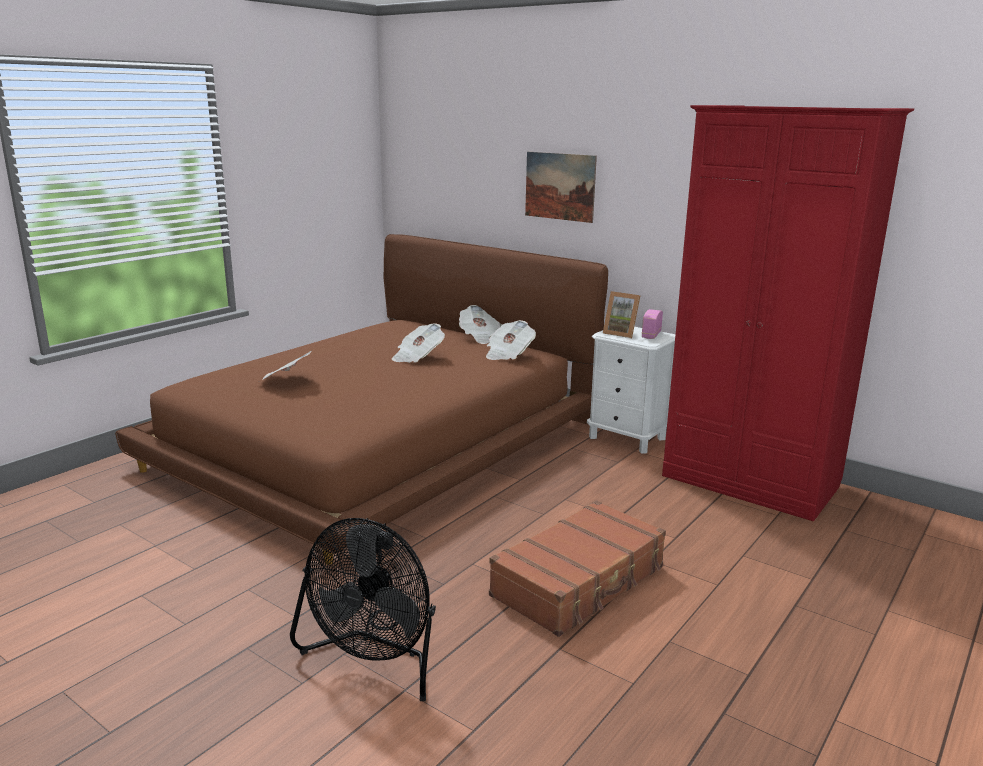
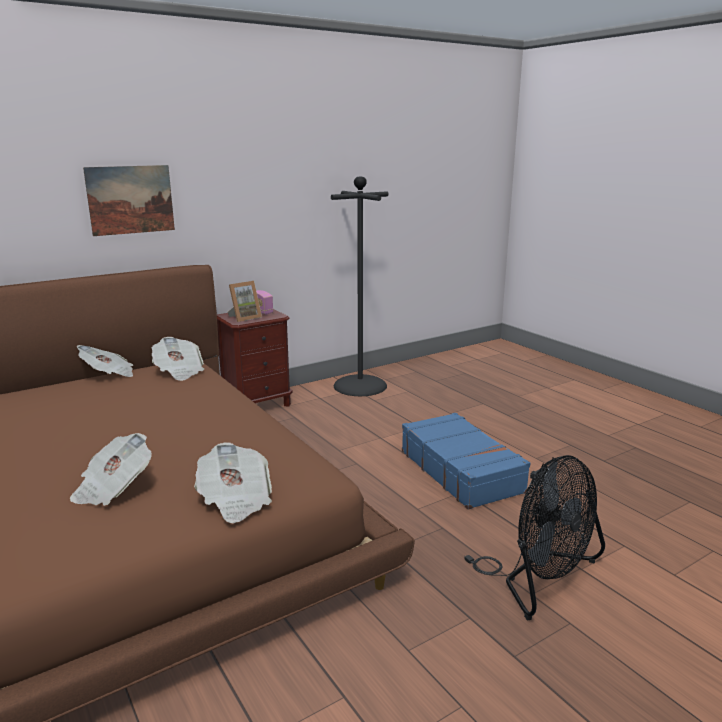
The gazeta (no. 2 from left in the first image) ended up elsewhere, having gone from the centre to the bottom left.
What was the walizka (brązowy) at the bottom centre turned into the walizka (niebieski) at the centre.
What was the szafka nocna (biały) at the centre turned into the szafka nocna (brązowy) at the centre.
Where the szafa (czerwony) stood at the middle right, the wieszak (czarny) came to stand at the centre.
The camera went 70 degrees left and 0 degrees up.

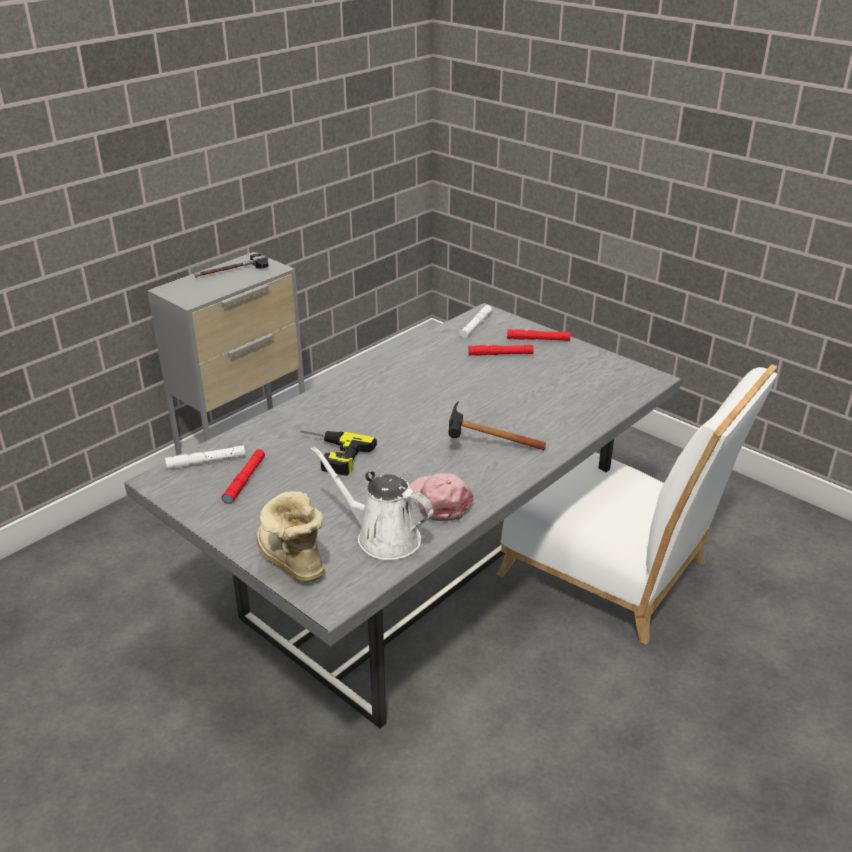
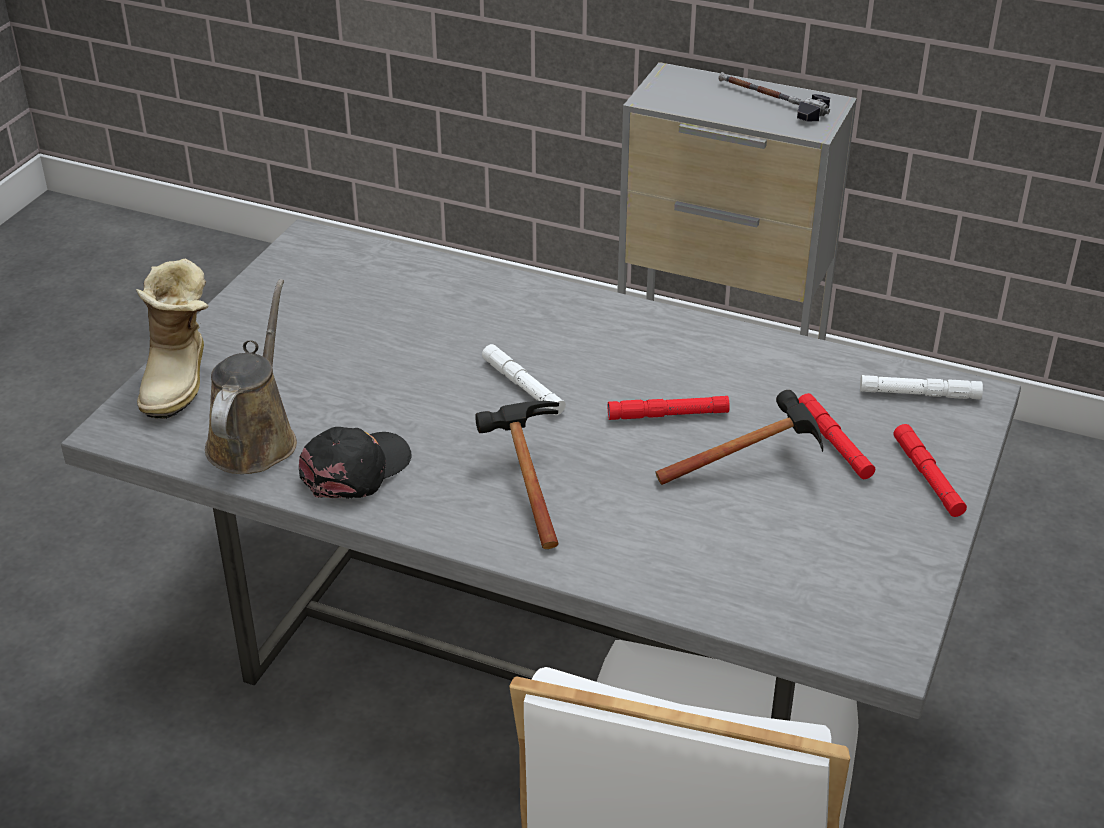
The latarka (biały) (no. 1 from left) ended up elsewhere, having gone from the middle left to the centre.
The latarka (czerwony) (no. 1 from left) ended up elsewhere, having gone from the middle left to the centre.
The but z cholewką at the centre ended up facing another way, 150 degrees clockwise from before.
The second view lost the wiertarka at the centre.
What was the konewka (biały) at the centre turned into the konewka (brązowy) at the middle left.
What was the czapka z daszkiem (różowy) at the centre turned into the czapka z daszkiem (czarny) at the middle left.
The second view gained the młotek (no. 2 from left) at the middle right.
The camera went 70 degrees right and 5 degrees up.

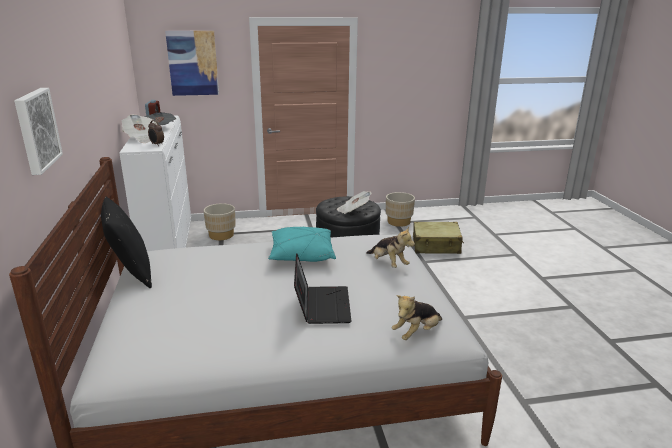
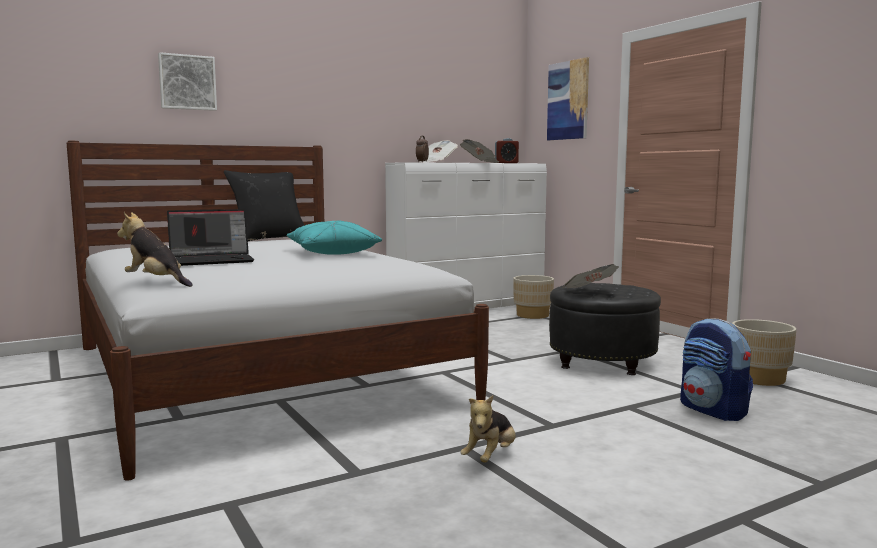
The pluszak (no. 1 from left in the first image) ended up elsewhere, having gone from the centre to the bottom centre.
Where the walizka (beżowy) stood at the centre, the plecak came to stand at the bottom right.
The camera went 70 degrees right and 15 degrees down.

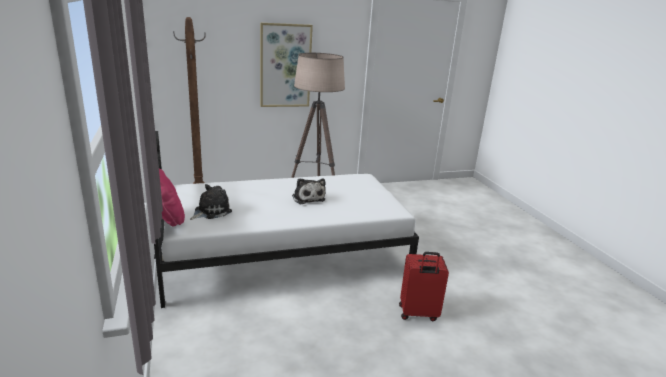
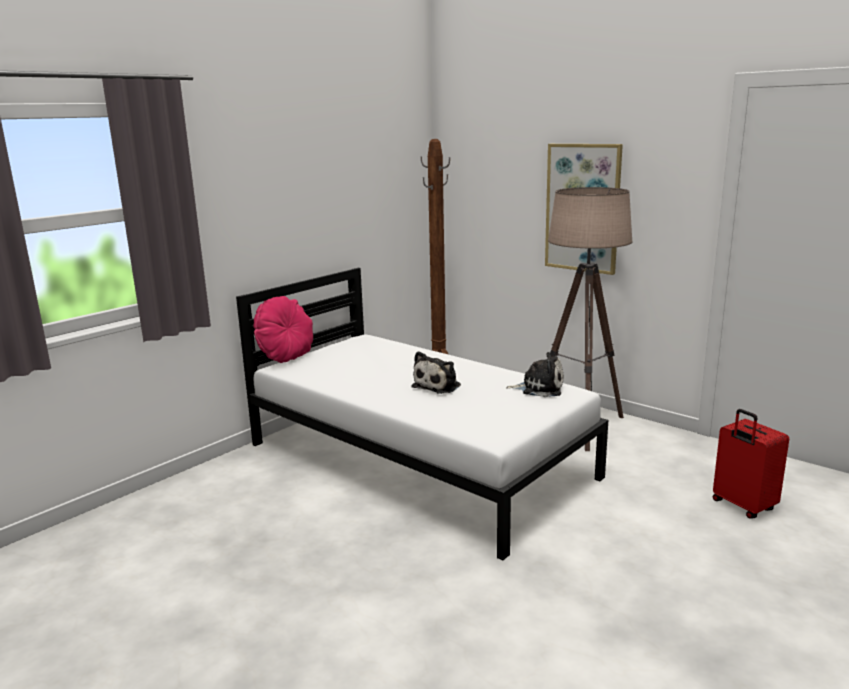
The pluszak (no. 1 from left in the first image) ended up elsewhere, having gone from the middle left to the centre.
The walizka (czerwony) ended up elsewhere, having gone from the bottom centre to the bottom right.
The camera went 60 degrees right and 5 degrees down.

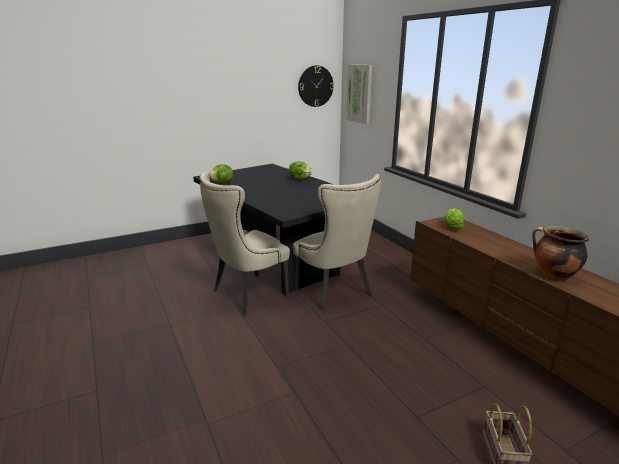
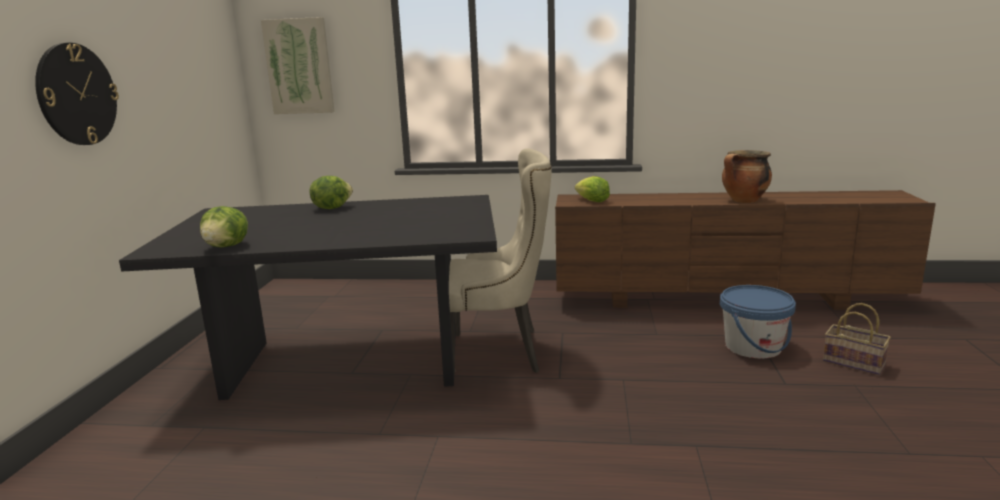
The second view lost the krzesło (beżowy) (no. 1 from left) at the centre.
The zegar ścienny ended up elsewhere, having gone from the top centre to the top left.
The second view gained the wiadro (niebieski) at the middle right.
The camera went 55 degrees left and 5 degrees down.

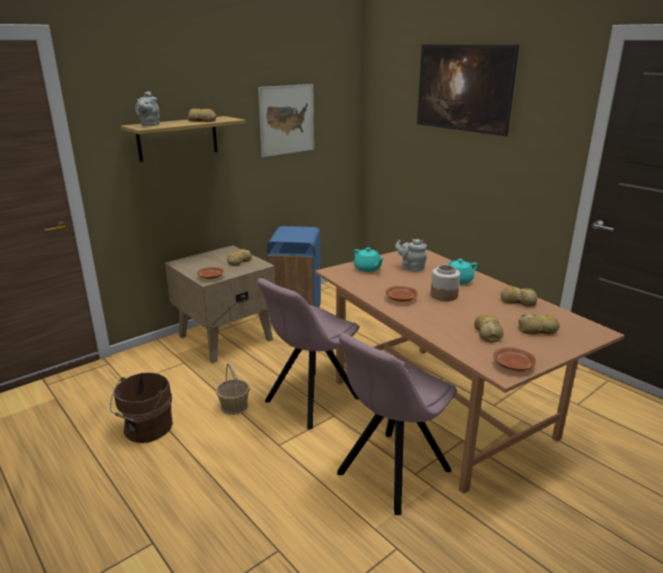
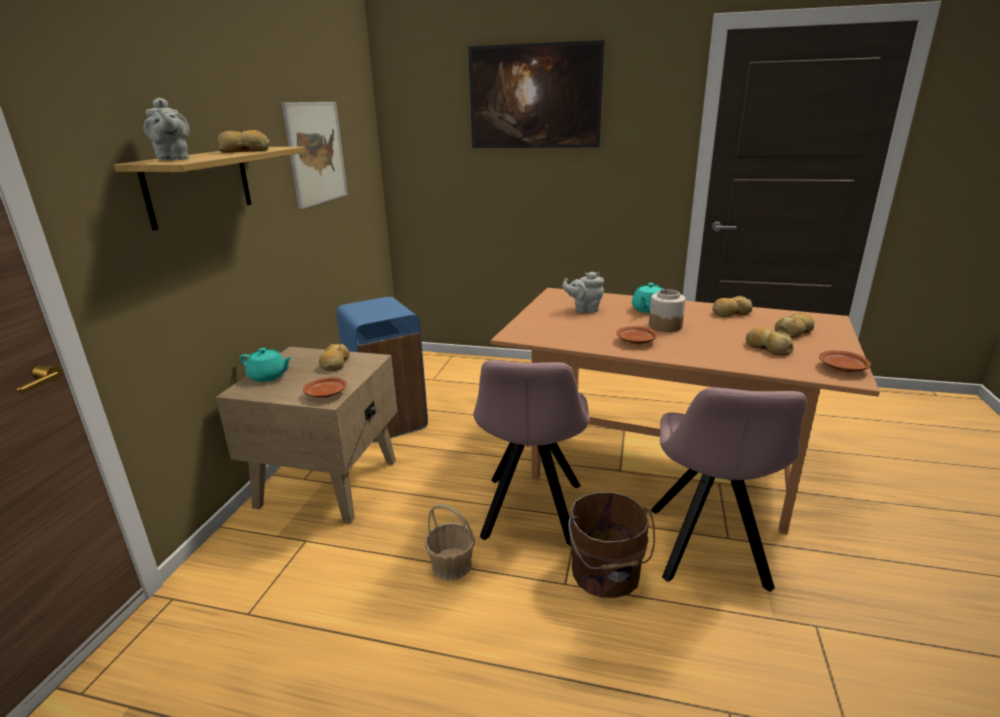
The wiadro (brązowy) ended up elsewhere, having gone from the bottom left to the bottom centre.
The imbryk (turkusowy) (no. 1 from left) ended up elsewhere, having gone from the centre to the middle left.
The camera went 35 degrees left and 0 degrees up.

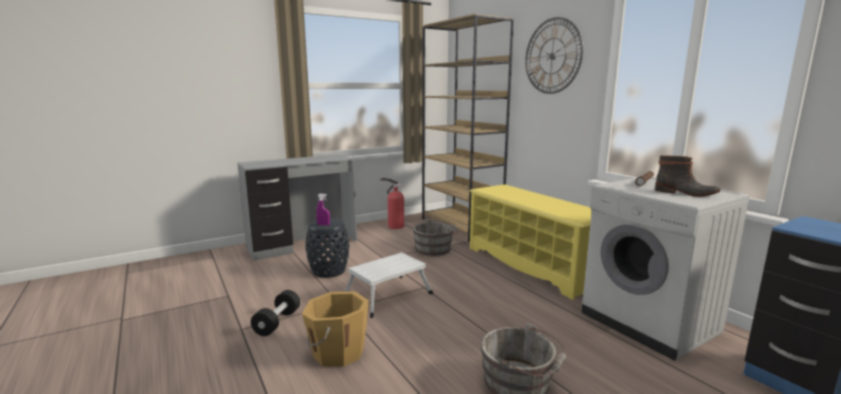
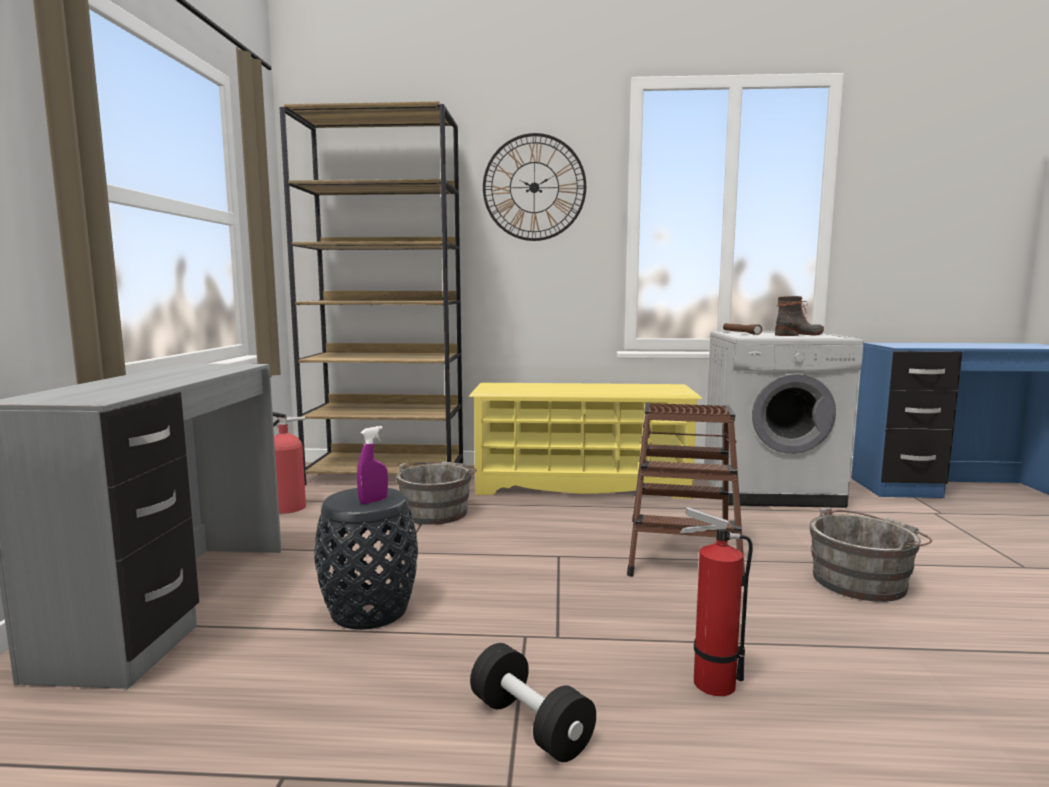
Where the wiadro (pomarańczowy) stood at the bottom centre, the gaśnica (no. 2 from left) came to stand at the bottom right.
The second view lost the drabinka (biały) at the bottom centre.
The second view gained the drabinka (brązowy) at the centre.
The camera went 55 degrees left and 5 degrees down.

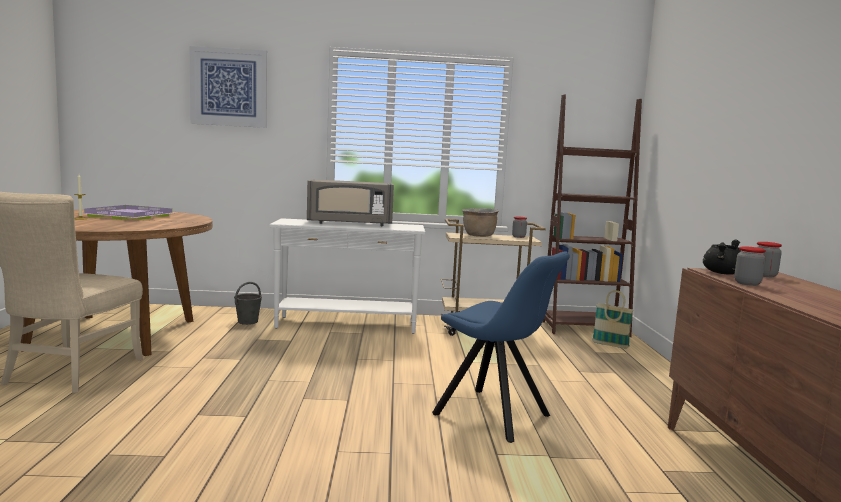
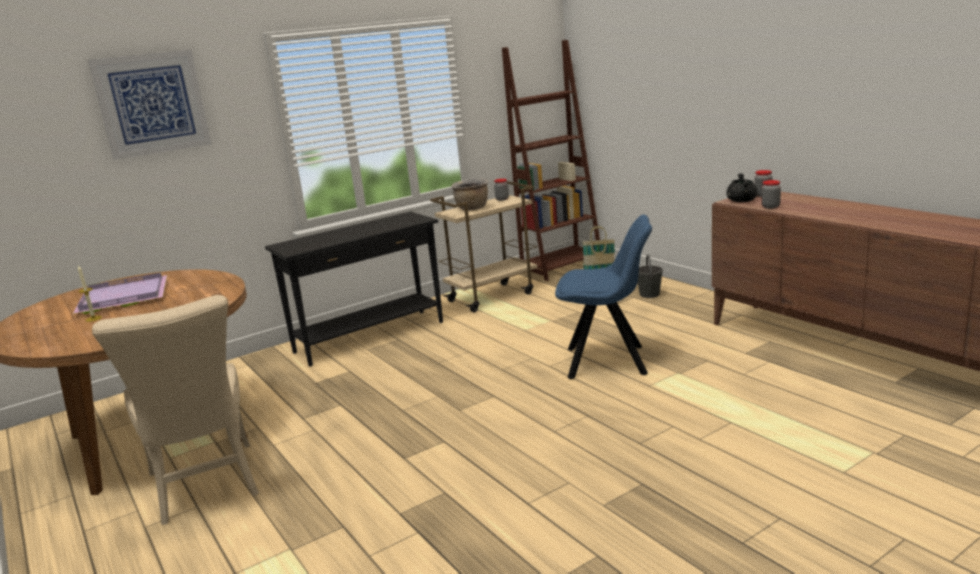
The wiadro (szary) ended up elsewhere, having gone from the middle left to the centre.
What was the stolik konsolowy (biały) at the centre turned into the stolik konsolowy (czarny) at the centre.
The second view lost the mikrofalówka (szary) at the centre.
The camera went 30 degrees left and 10 degrees up.

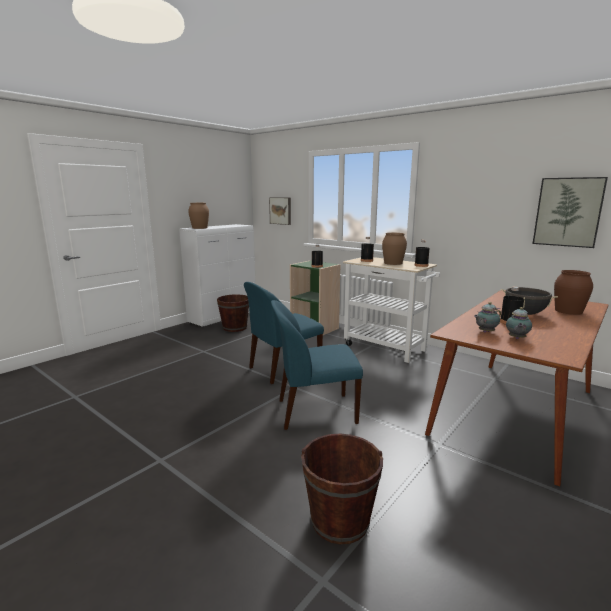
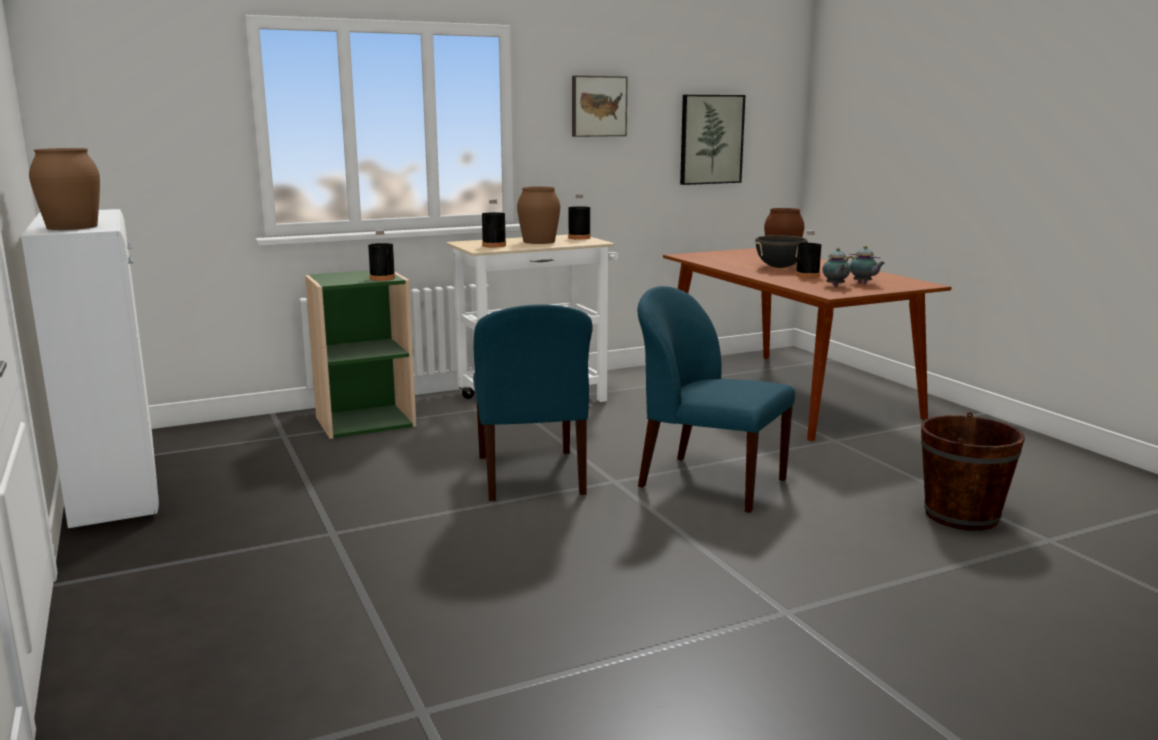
The second view lost the wiadro (brązowy) (no. 1 from left) at the centre.
The obraz (no. 1 from left) ended up elsewhere, having gone from the centre to the top centre.
The krzesło (niebieski) (no. 2 from left) at the centre ended up facing another way, 105 degrees clockwise from before.
The camera went 65 degrees left and 0 degrees up.

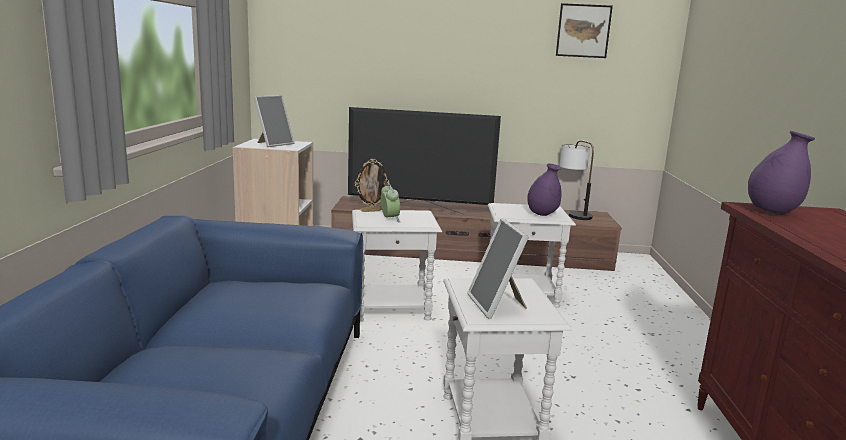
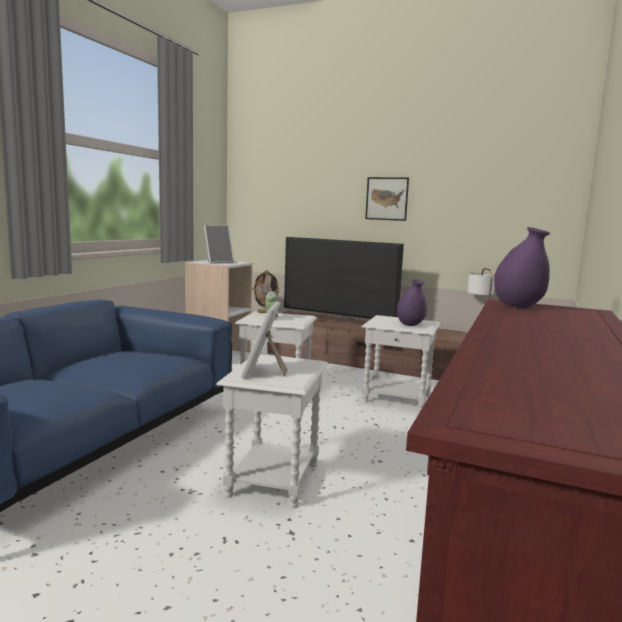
The obraz ended up elsewhere, having gone from the top right to the top centre.
The camera went 20 degrees right and 5 degrees down.

